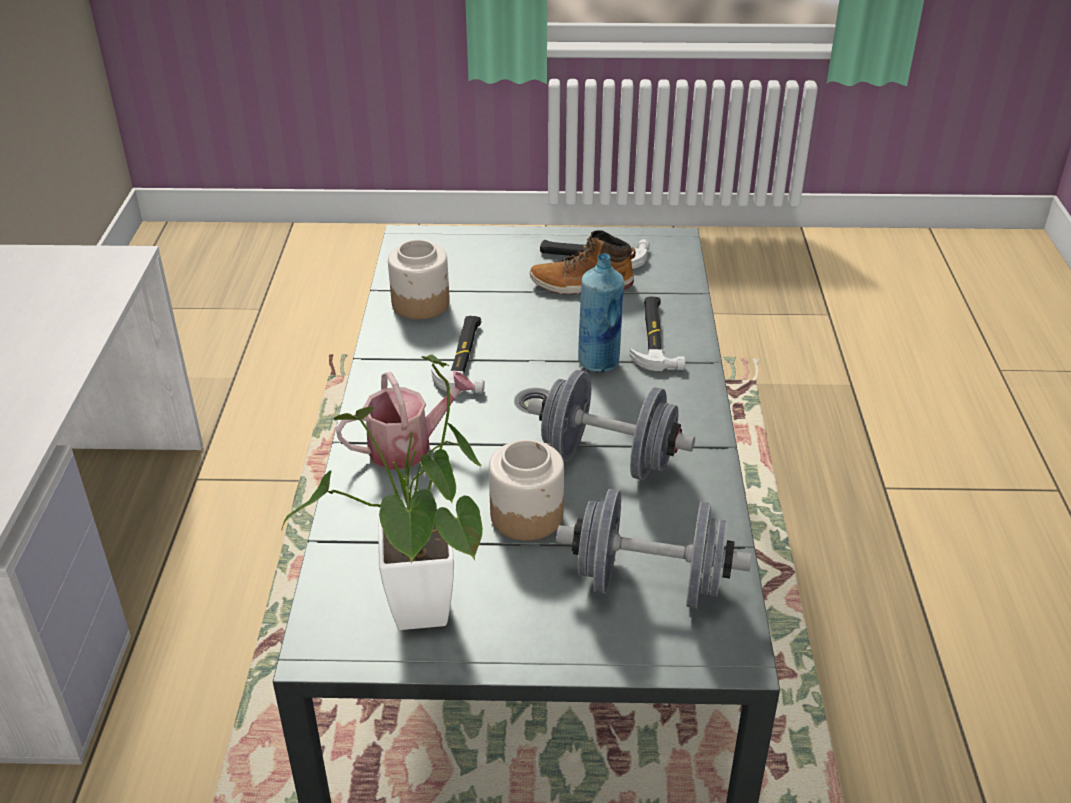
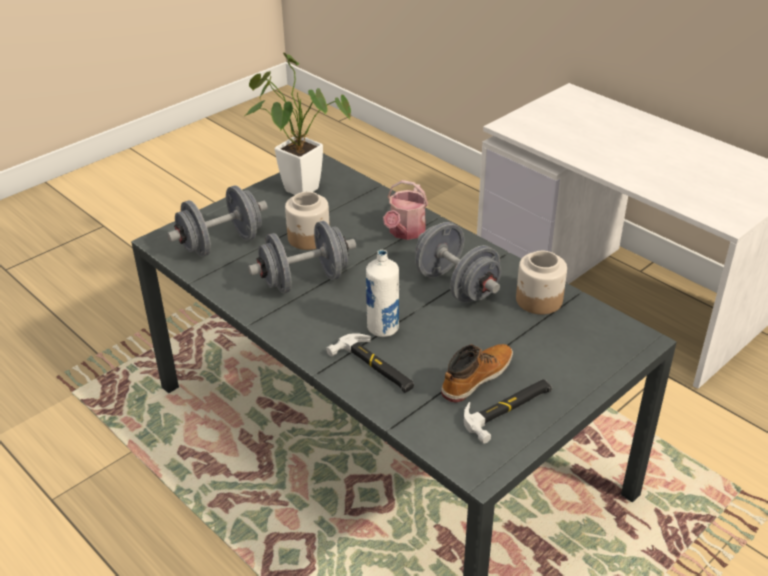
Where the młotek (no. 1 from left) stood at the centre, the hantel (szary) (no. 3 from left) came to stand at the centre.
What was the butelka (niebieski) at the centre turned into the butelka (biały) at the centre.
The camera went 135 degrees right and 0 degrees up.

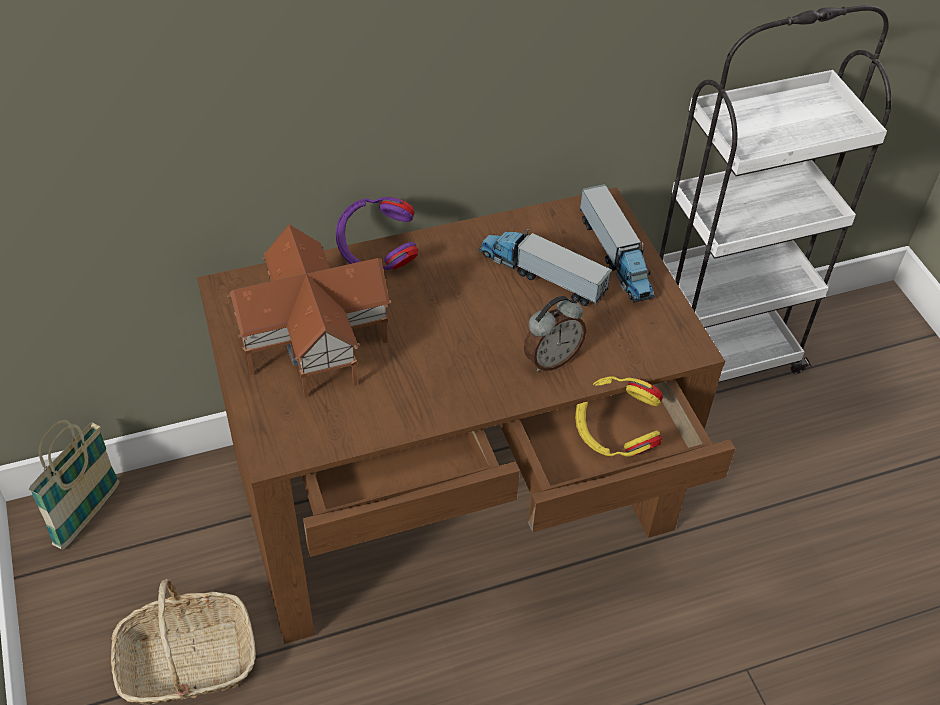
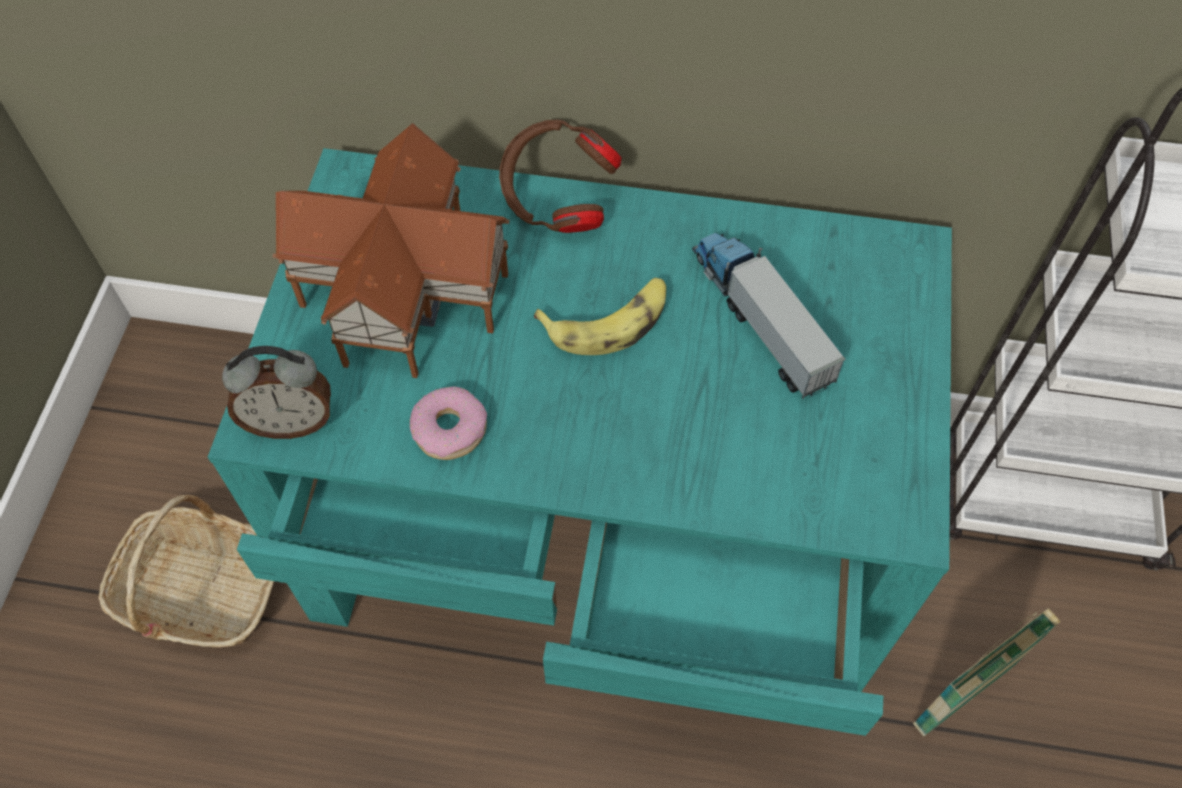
The koszyk (no. 1 from left in the first image) ended up elsewhere, having gone from the bottom left to the bottom right.
What was the biurko (brązowy) at the centre turned into the biurko (turkusowy) at the centre.
What was the słuchawki (fioletowy) at the top centre turned into the słuchawki (brązowy) at the top centre.
The budzik ended up elsewhere, having gone from the centre to the middle left.
The second view lost the słuchawki (żółty) at the centre.
The second view lost the ciężarówka zabawkowa (no. 2 from left) at the centre.
The second view gained the donut at the centre.
The second view gained the banan at the centre.
The camera went 30 degrees right and 10 degrees up.

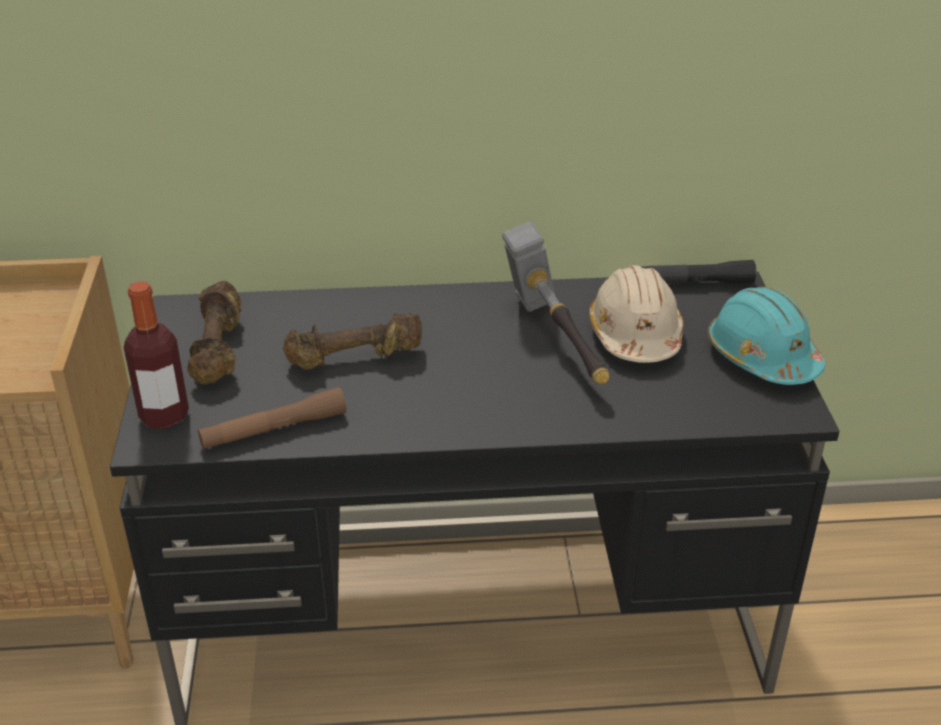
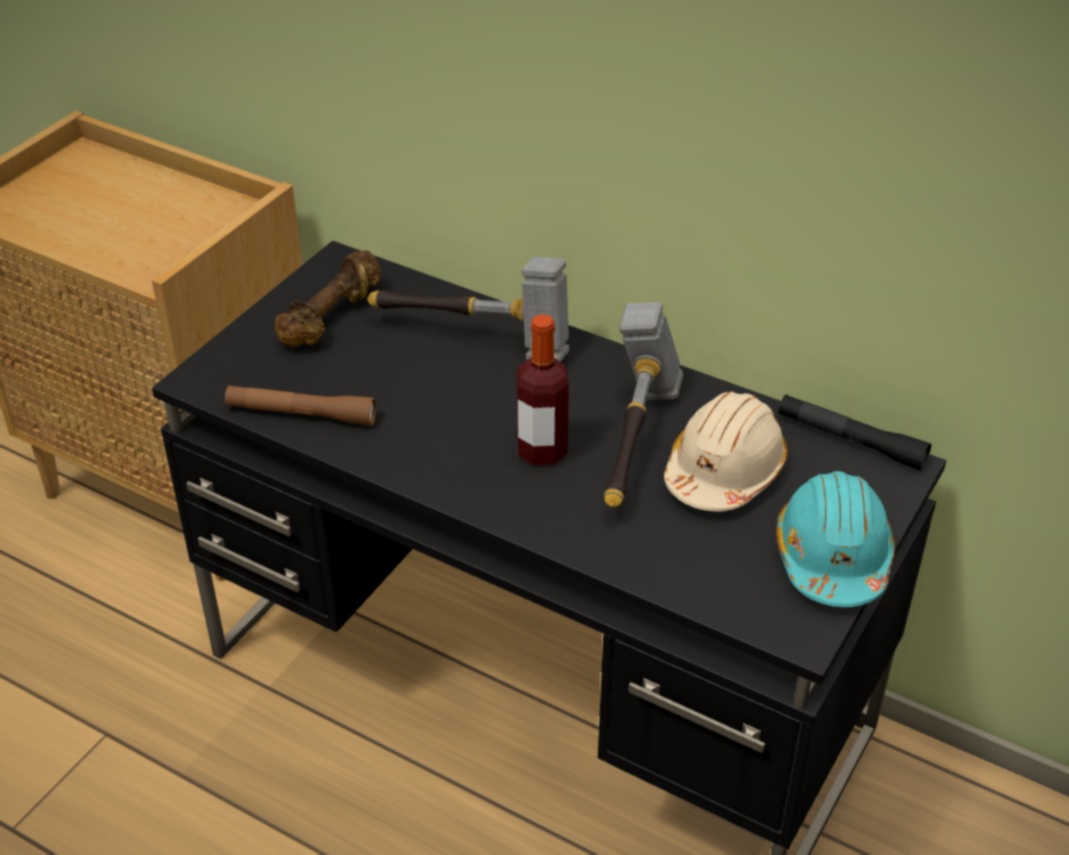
The butelka ended up elsewhere, having gone from the middle left to the centre.
The second view lost the hantel (brązowy) (no. 2 from left) at the centre.
The second view gained the młotek (no. 1 from left) at the centre.
The camera went 35 degrees right and 5 degrees up.

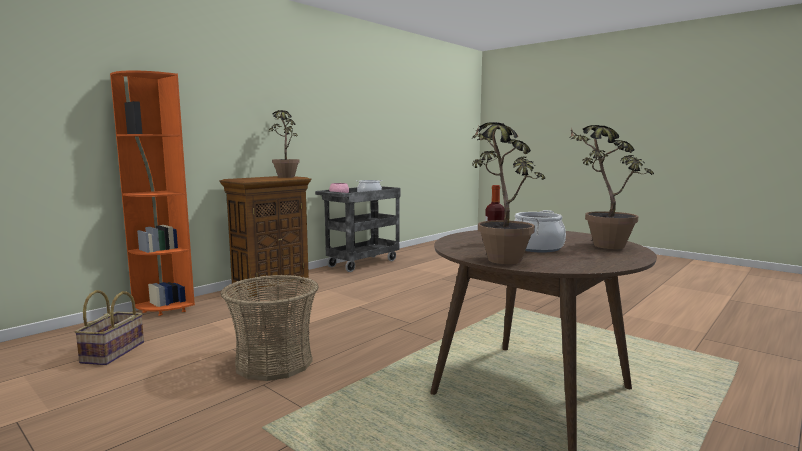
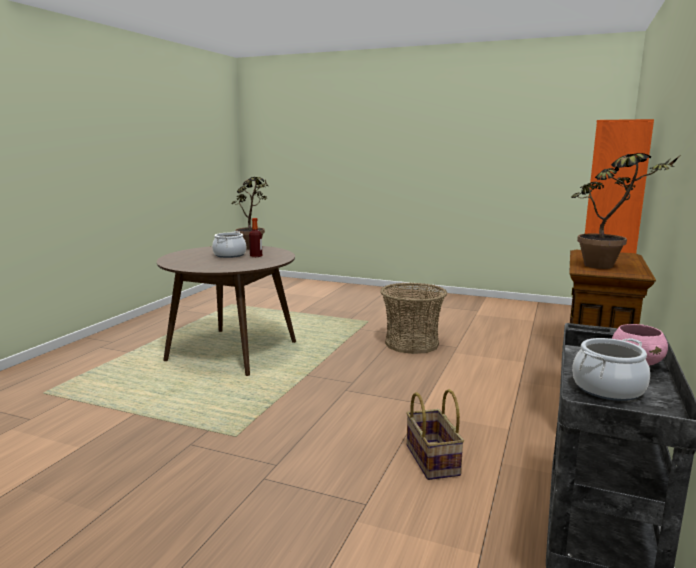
The koszyk (no. 1 from left in the first image) ended up elsewhere, having gone from the bottom left to the bottom centre.
The second view lost the roślina doniczkowa (no. 3 from left) at the middle right.
The camera went 160 degrees right and 5 degrees up.

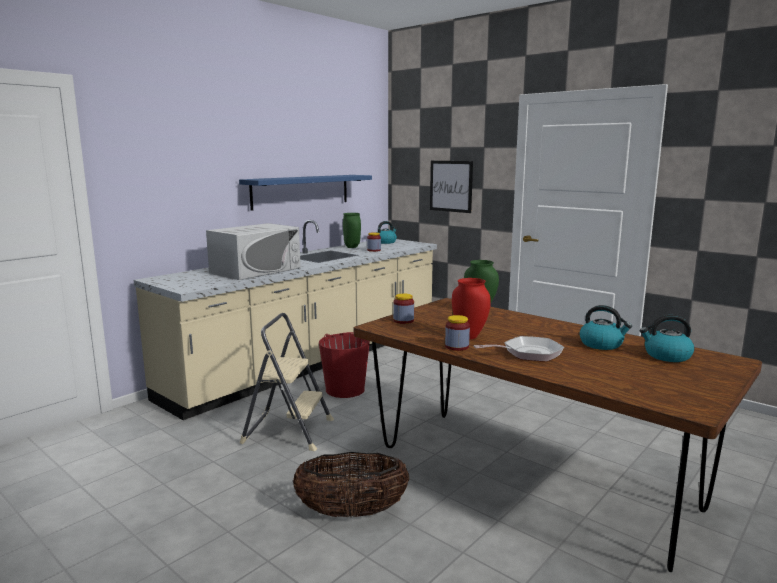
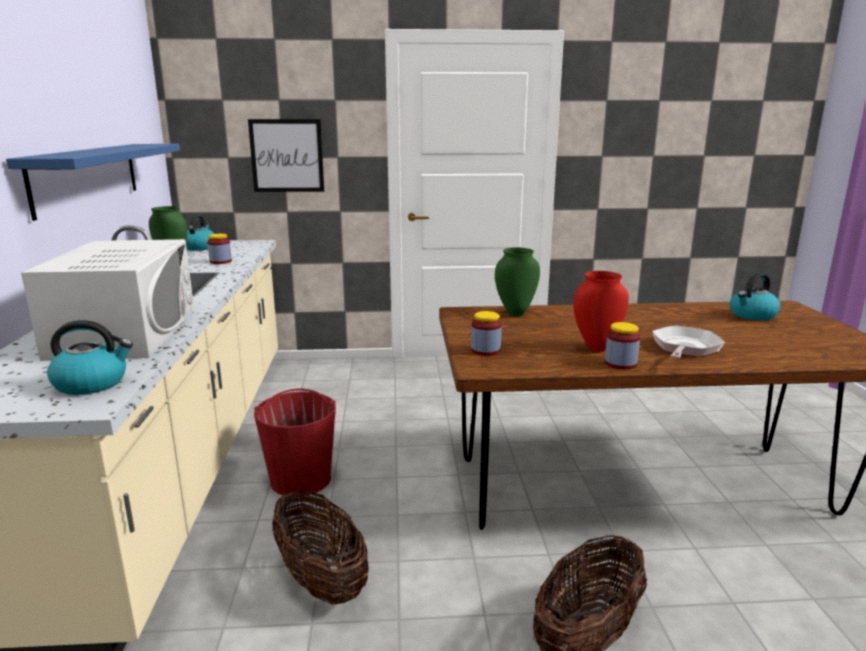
Where the drabinka (beżowy) stood at the centre, the koszyk (no. 1 from left) came to stand at the bottom centre.
The czajnik (no. 2 from left in the first image) ended up elsewhere, having gone from the middle right to the middle left.
The camera went 45 degrees left and 5 degrees up.

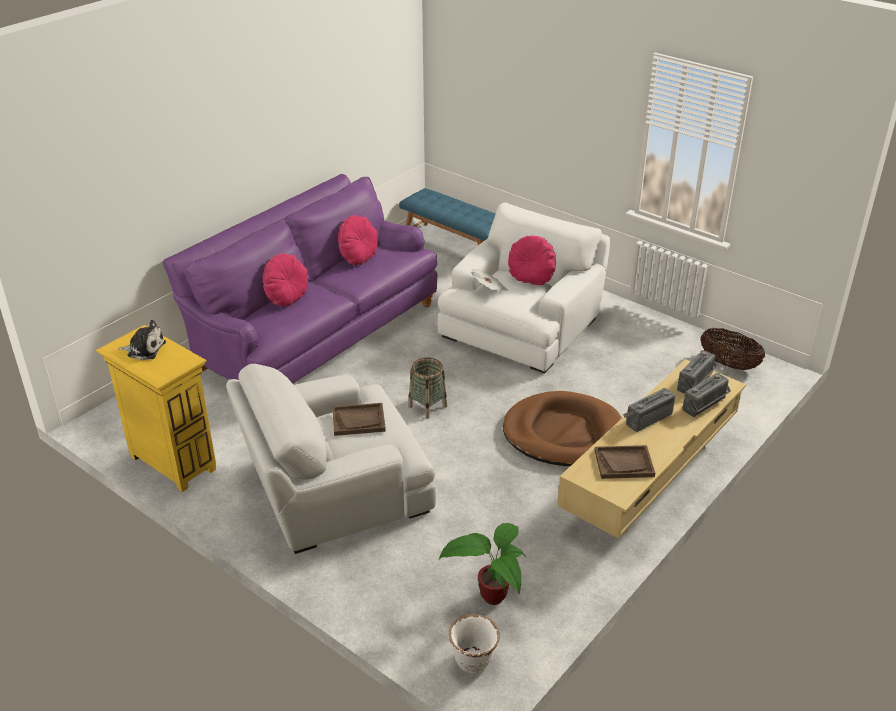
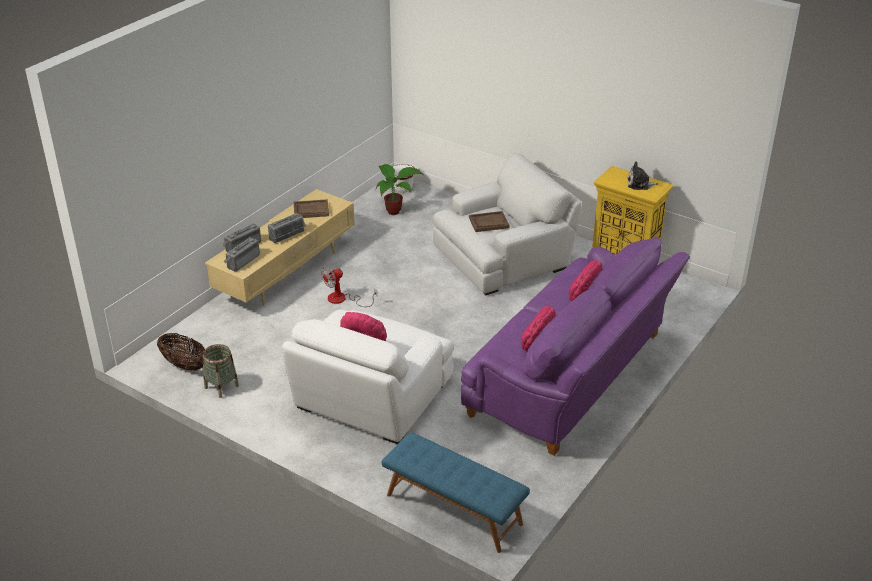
The koszyk (no. 1 from left in the first image) ended up elsewhere, having gone from the centre to the middle left.
The second view lost the gazeta at the centre.
Where the legowisko (brązowy) stood at the centre, the wentylator came to stand at the centre.
The camera went 175 degrees right and 0 degrees up.

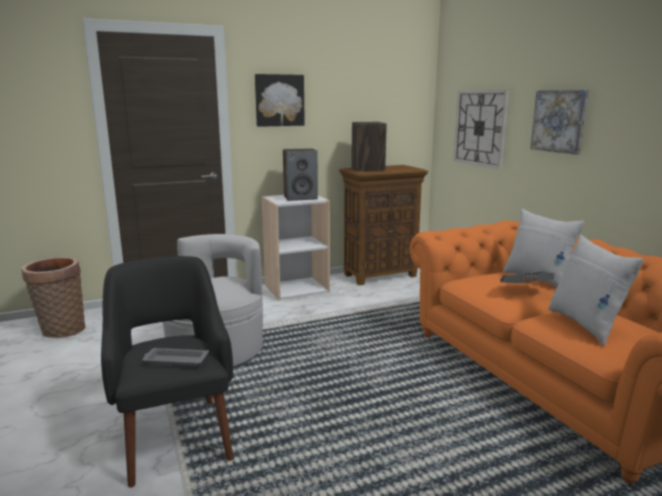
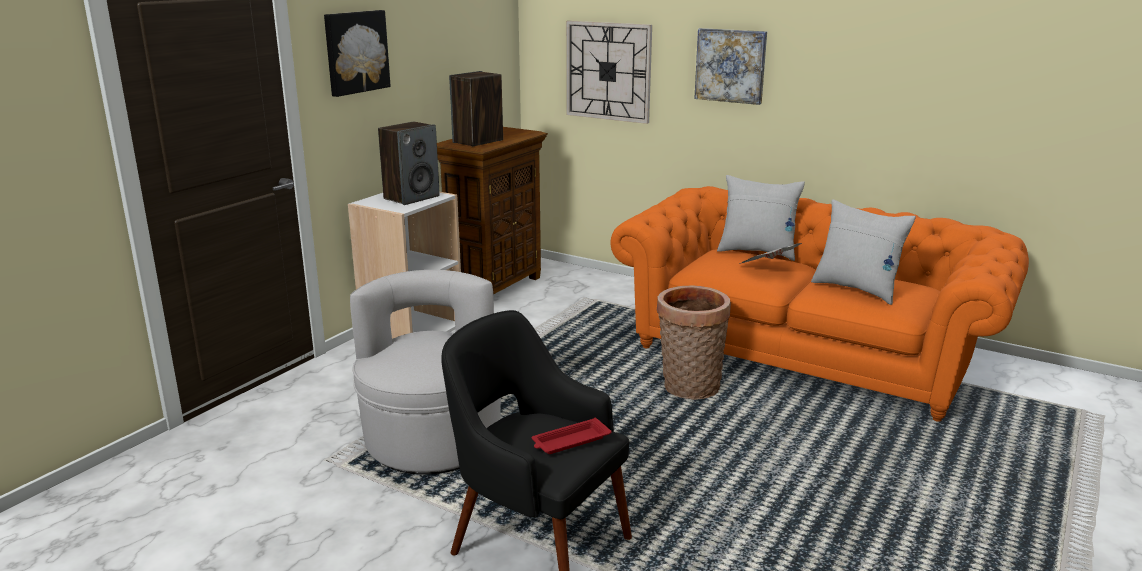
The koszyk ended up elsewhere, having gone from the middle left to the centre.
What was the taca (szary) at the bottom left turned into the taca (czerwony) at the bottom centre.
The camera went 35 degrees left and 5 degrees up.

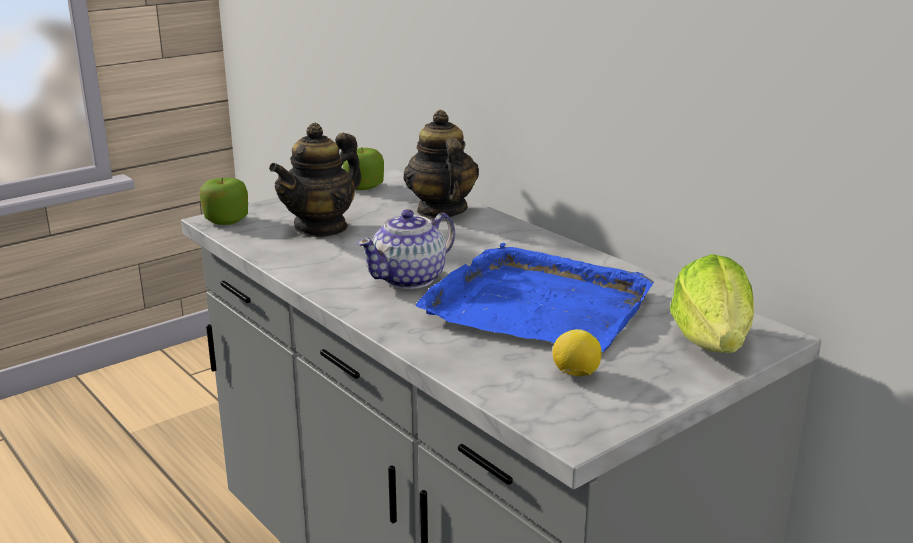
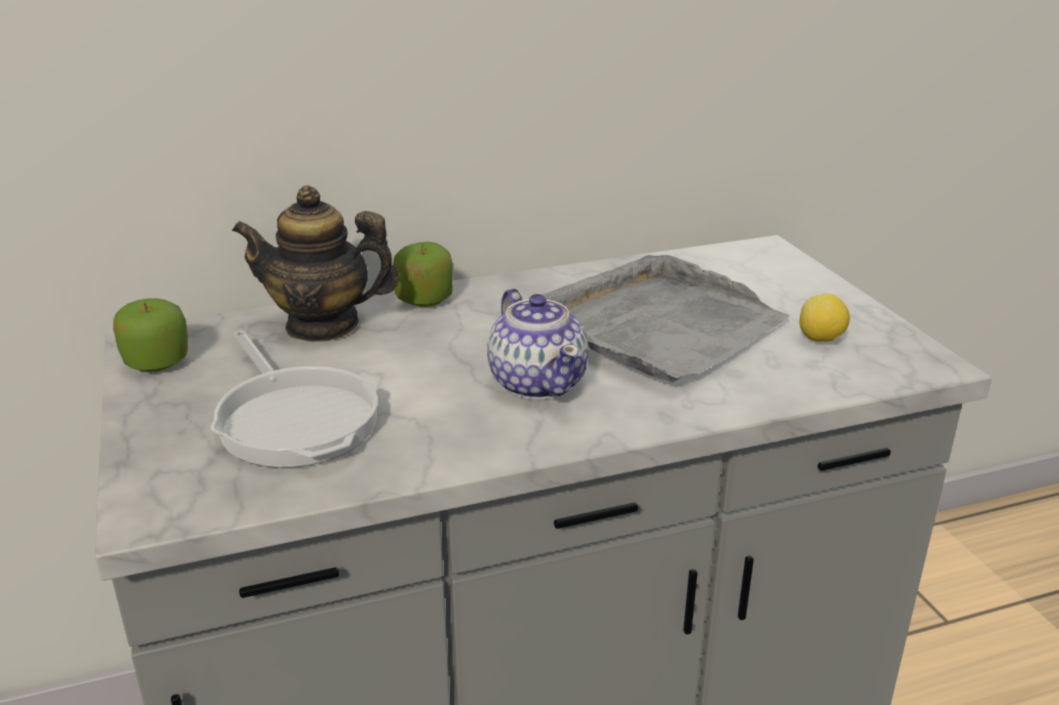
The jabłko (no. 1 from left in the first image) ended up elsewhere, having gone from the middle left to the centre.
Where the imbryk (no. 1 from left) stood at the top centre, the patelnia came to stand at the middle left.
What was the taca (niebieski) at the centre turned into the taca (szary) at the centre.
The second view lost the sałata at the middle right.
The camera went 70 degrees left and 5 degrees up.

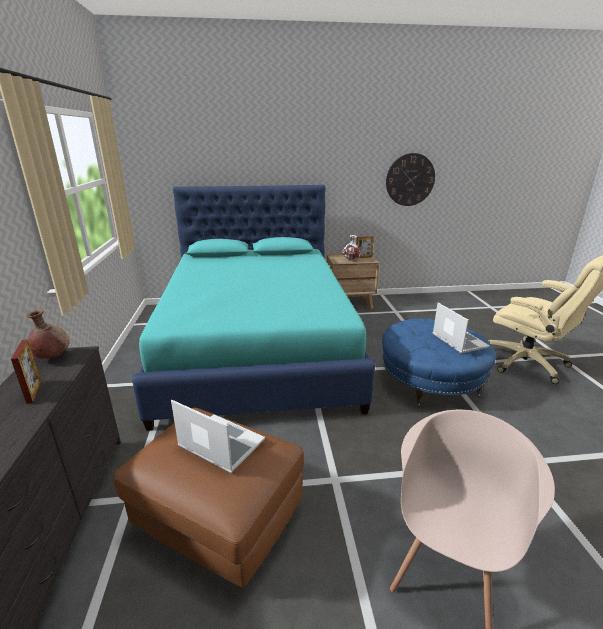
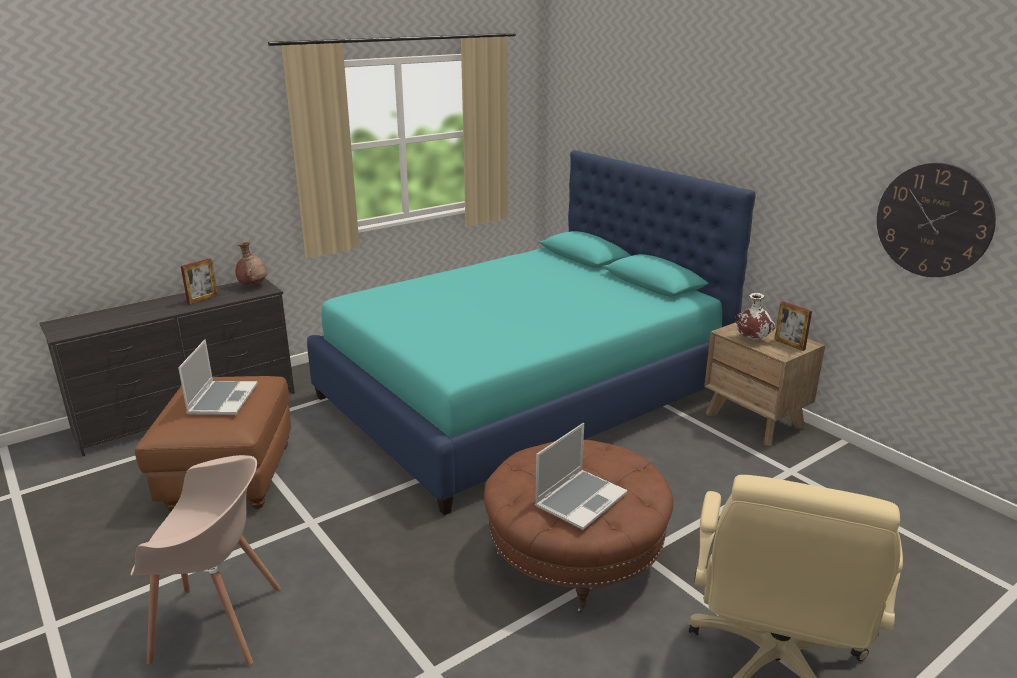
What was the pufa (niebieski) at the middle right turned into the pufa (brązowy) (no. 2 from left) at the bottom centre.
The camera went 60 degrees right and 0 degrees up.

